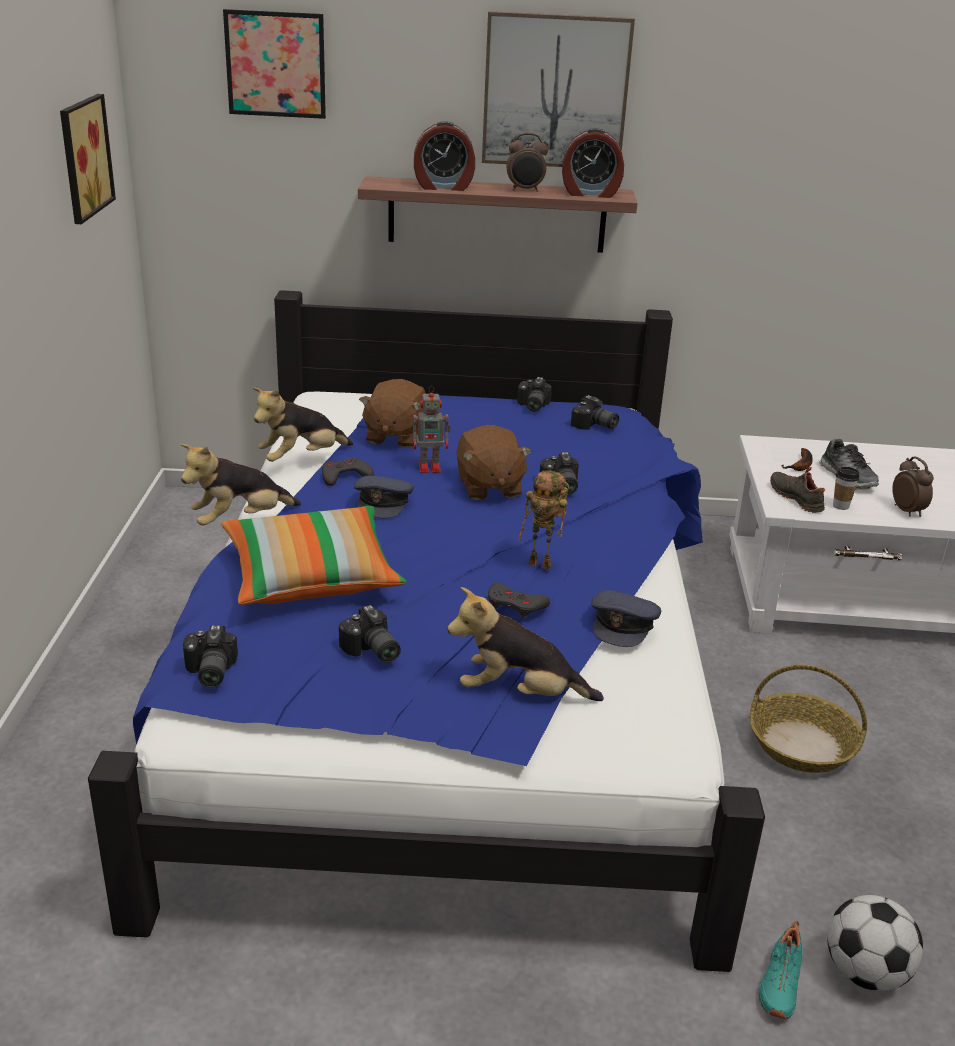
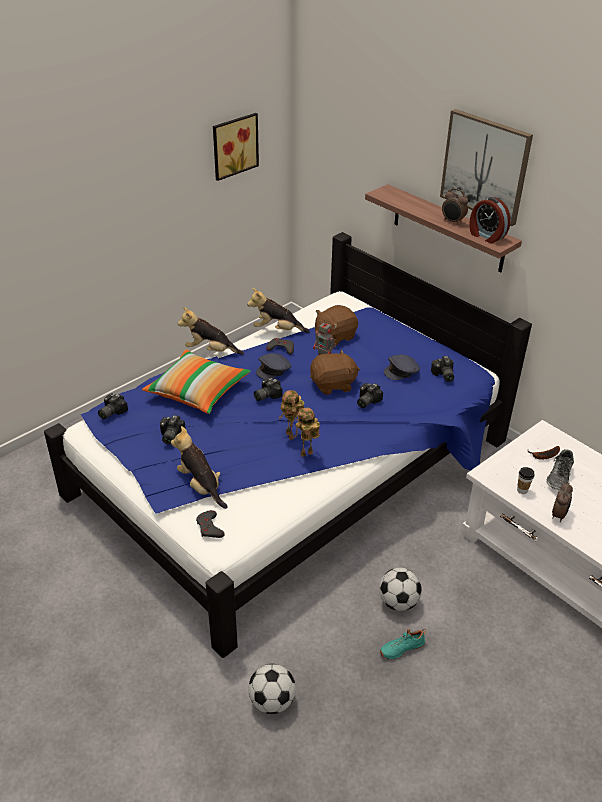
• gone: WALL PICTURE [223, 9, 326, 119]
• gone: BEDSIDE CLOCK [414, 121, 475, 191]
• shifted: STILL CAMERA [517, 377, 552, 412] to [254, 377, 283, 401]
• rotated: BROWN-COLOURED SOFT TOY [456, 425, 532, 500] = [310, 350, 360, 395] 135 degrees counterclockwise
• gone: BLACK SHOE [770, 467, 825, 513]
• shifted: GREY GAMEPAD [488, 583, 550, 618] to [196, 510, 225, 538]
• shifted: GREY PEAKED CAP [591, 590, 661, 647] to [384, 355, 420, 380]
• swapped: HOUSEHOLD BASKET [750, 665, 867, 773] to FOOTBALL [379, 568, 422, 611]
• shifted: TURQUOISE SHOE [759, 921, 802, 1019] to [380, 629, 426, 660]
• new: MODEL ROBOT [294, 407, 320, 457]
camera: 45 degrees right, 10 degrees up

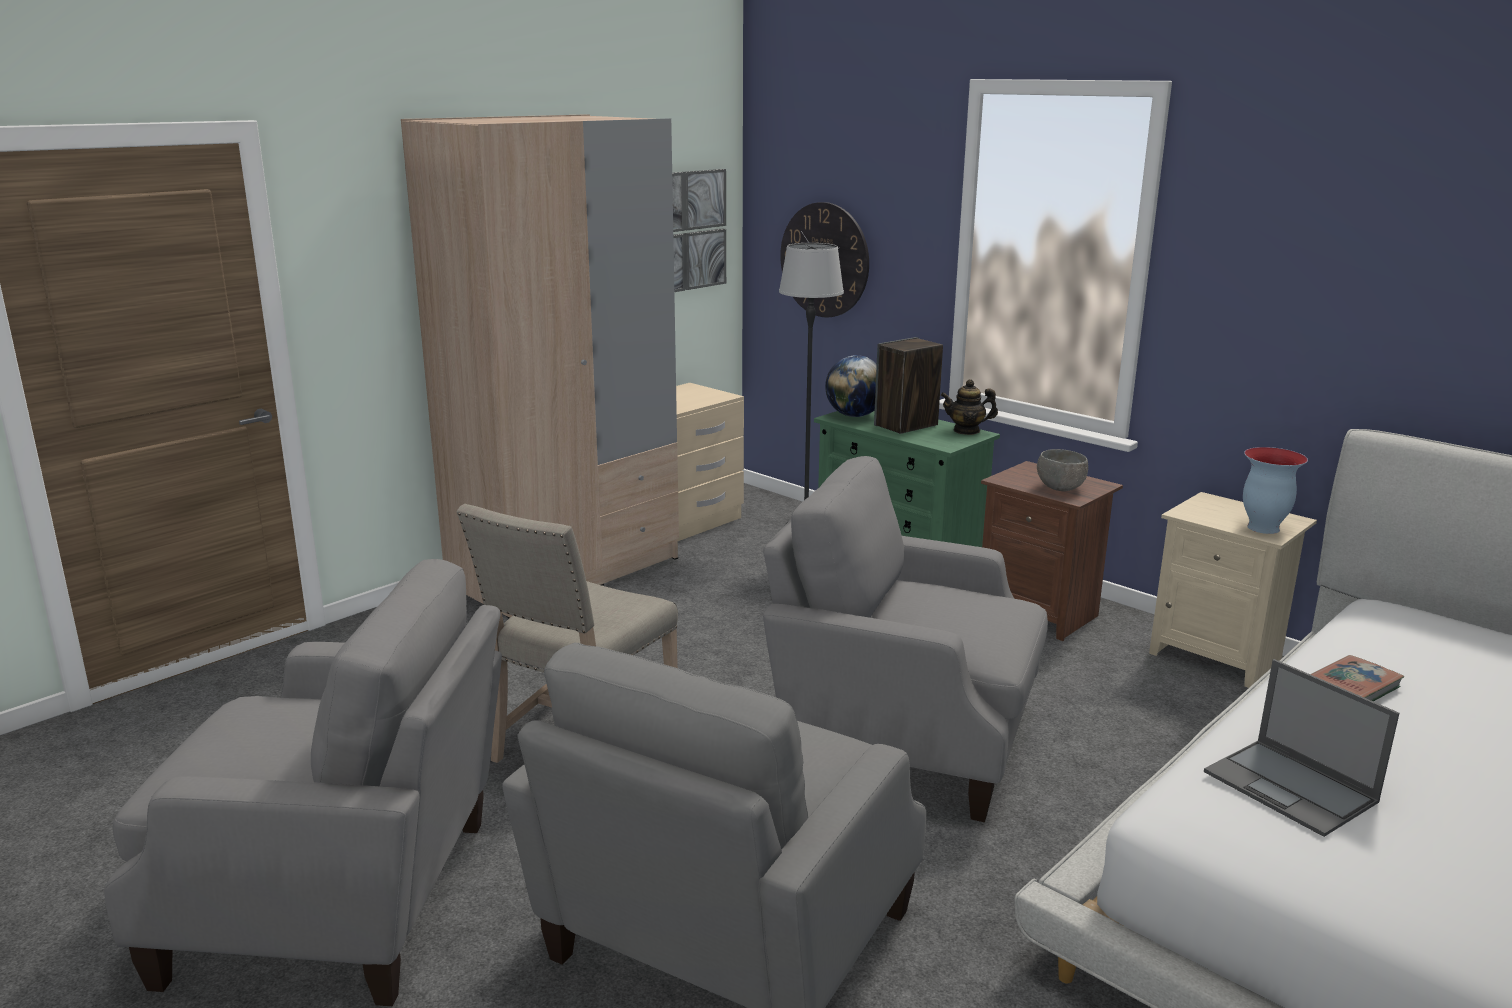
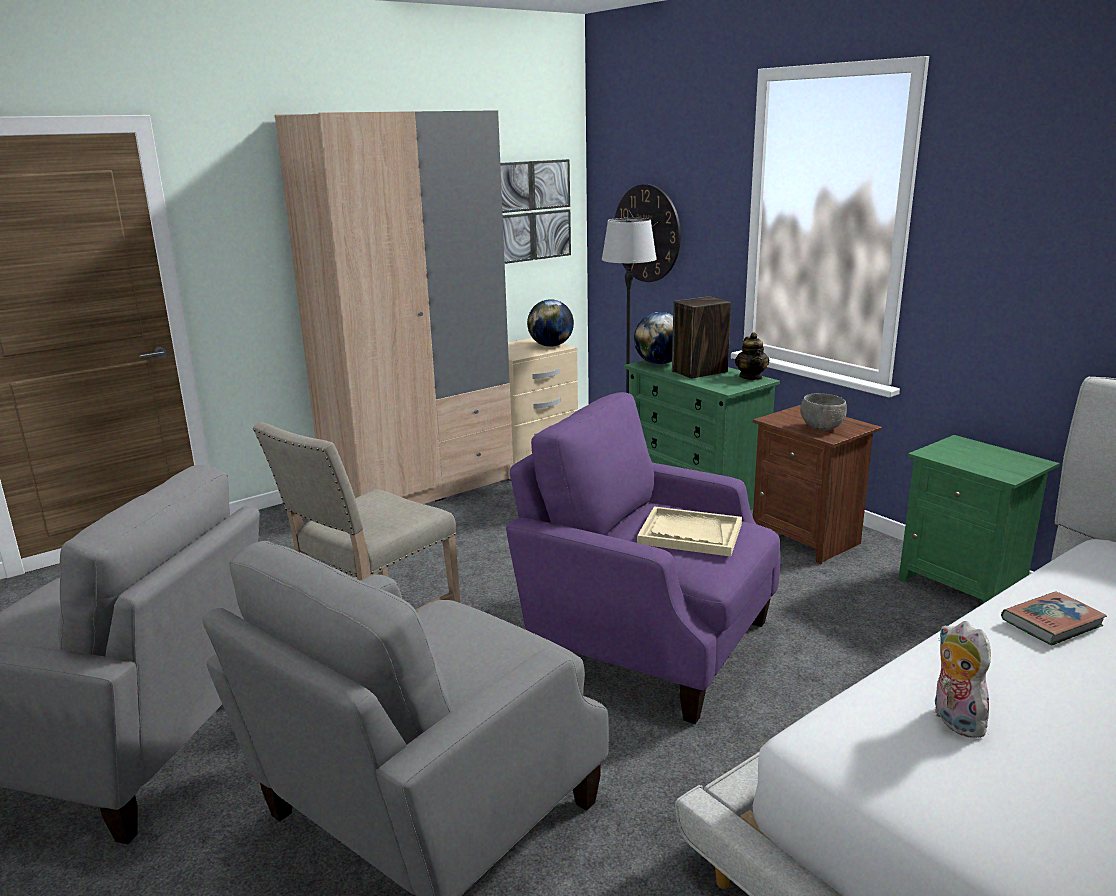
• rotated: TEA POT [940, 379, 998, 435] = [735, 332, 769, 380] 105 degrees counterclockwise
• gone: DECORATIVE VASE [1243, 447, 1308, 534]
• repainted: GREY LOUNGE CHAIR [763, 456, 1048, 822] to PURPLE-COLOURED LOUNGE CHAIR [506, 392, 781, 724]
• repainted: SAND-COLOURED NIGHT TABLE [1149, 492, 1317, 688] to GREEN NIGHT TABLE [898, 435, 1060, 604]
• swapped: PORTABLE COMPUTER [1204, 659, 1399, 837] to SOFT TOY [935, 621, 991, 738]
• new: DESK GLOBE [527, 299, 574, 347]
• new: SAND-COLOURED TRAY [637, 506, 742, 557]
camera: 10 degrees right, 0 degrees up

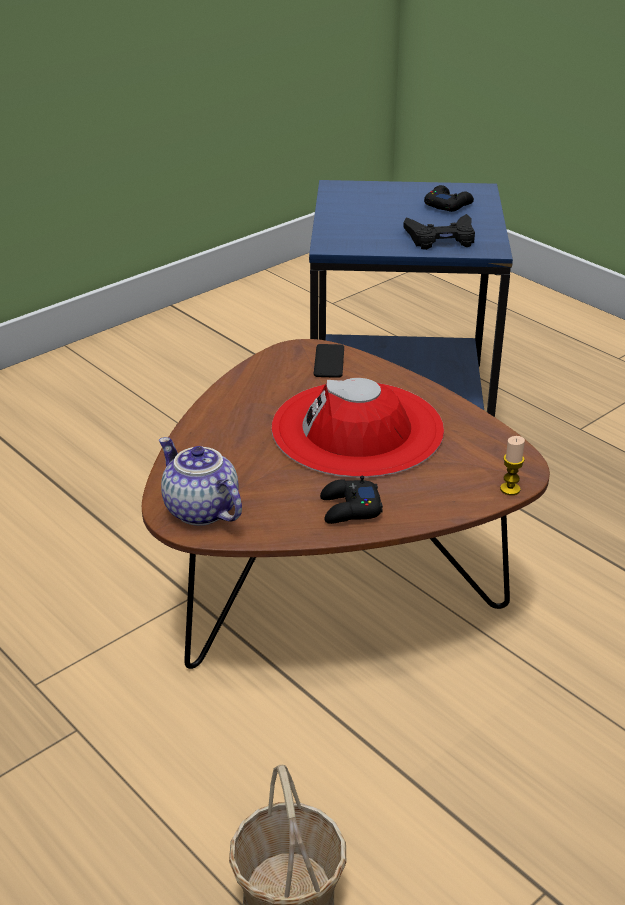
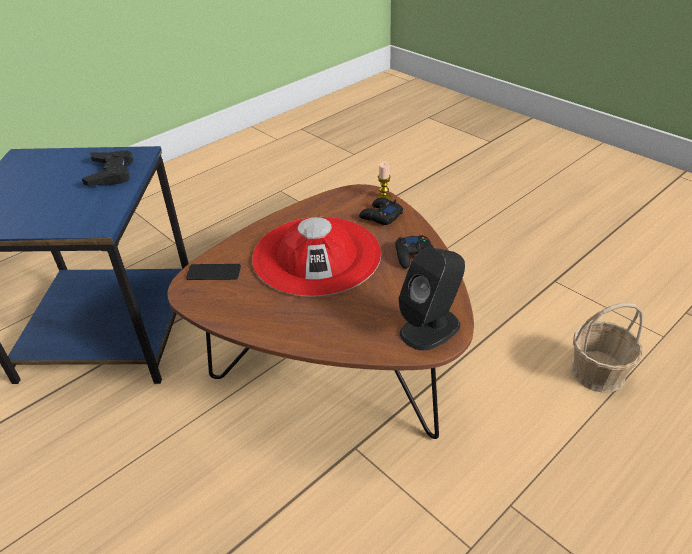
• shifted: BLACK GAMEPAD [424, 185, 474, 212] to [359, 197, 403, 225]
• swapped: TEA POT [159, 437, 242, 526] to BLACK AUDIO SPEAKER [399, 247, 465, 351]
camera: 90 degrees left, 5 degrees up

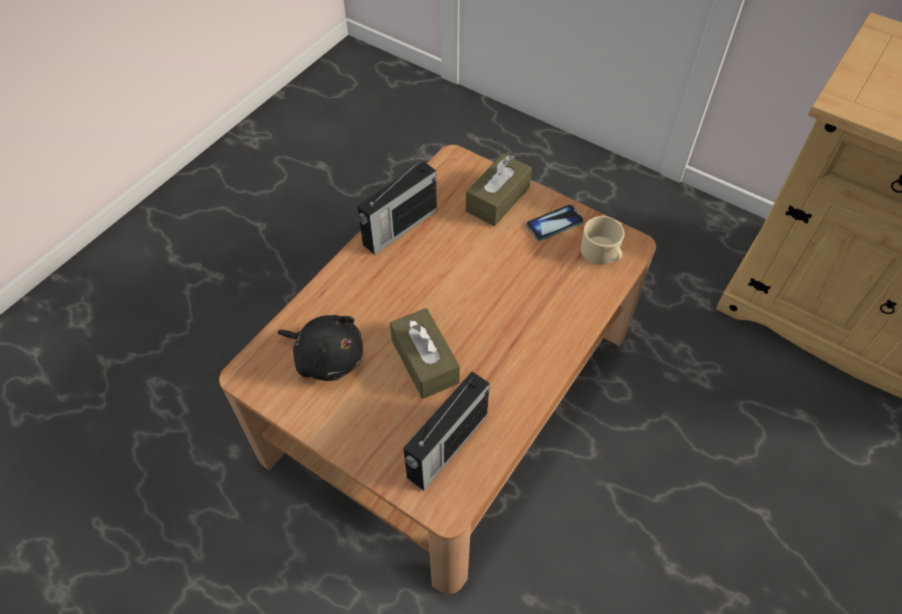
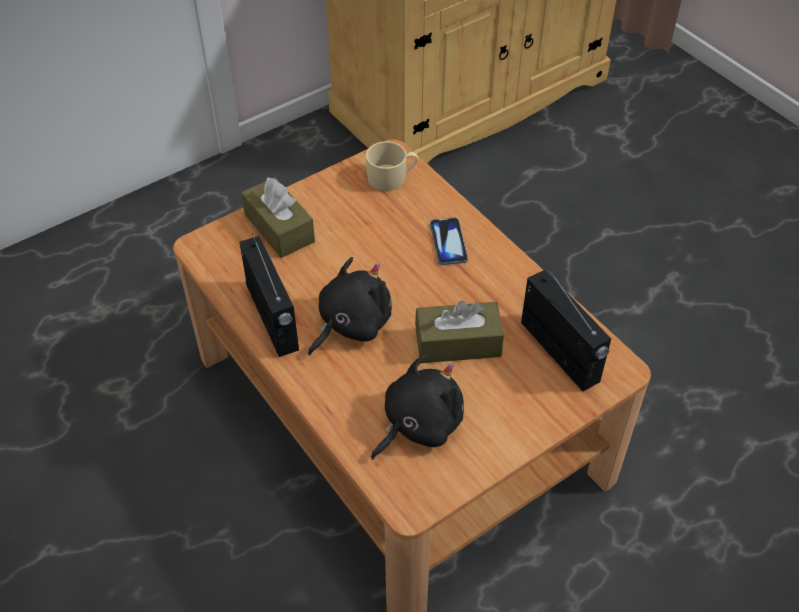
• shifted: HANDSET [526, 204, 584, 241] to [430, 218, 468, 265]
• new: BLACK SOFT TOY [308, 257, 392, 356]
camera: 70 degrees left, 5 degrees down

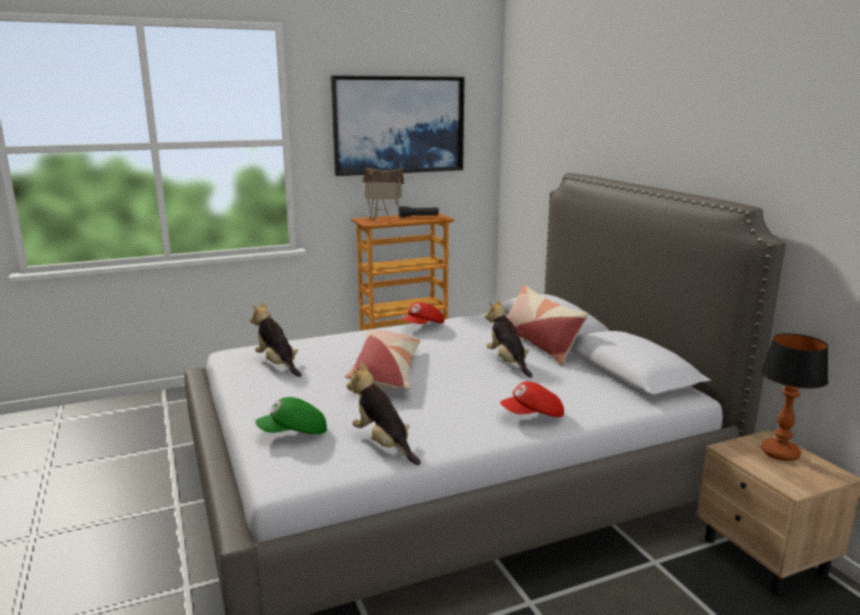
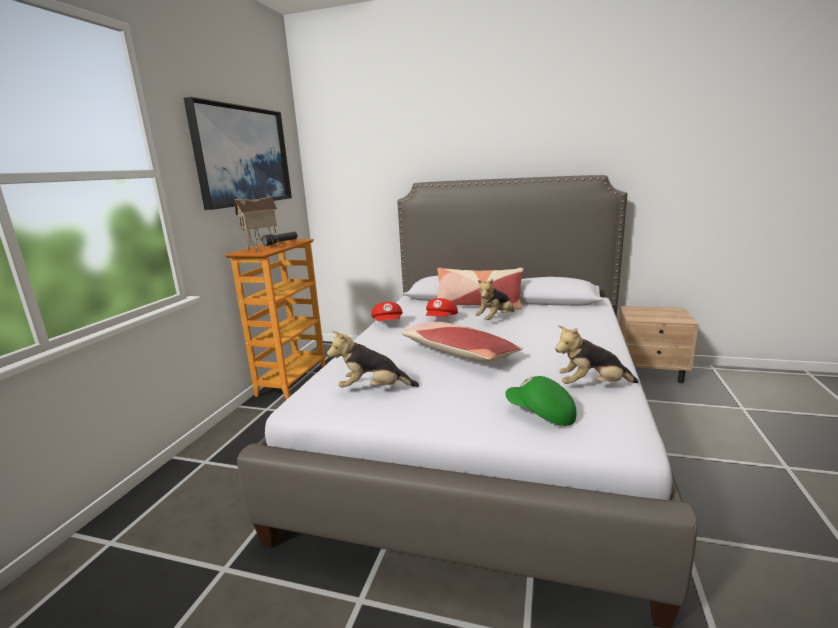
• rotated: SOFT TOY [485, 300, 533, 378] = [475, 279, 514, 320] 60 degrees counterclockwise
• gone: TABLETOP LAMP [761, 333, 828, 461]
• shifted: REDDISH PEAKED CAP [500, 381, 564, 417] to [426, 298, 458, 317]
• rotated: GREEN PEAKED CAP [255, 397, 327, 434] = [505, 376, 576, 426] 105 degrees clockwise
camera: 50 degrees left, 0 degrees up

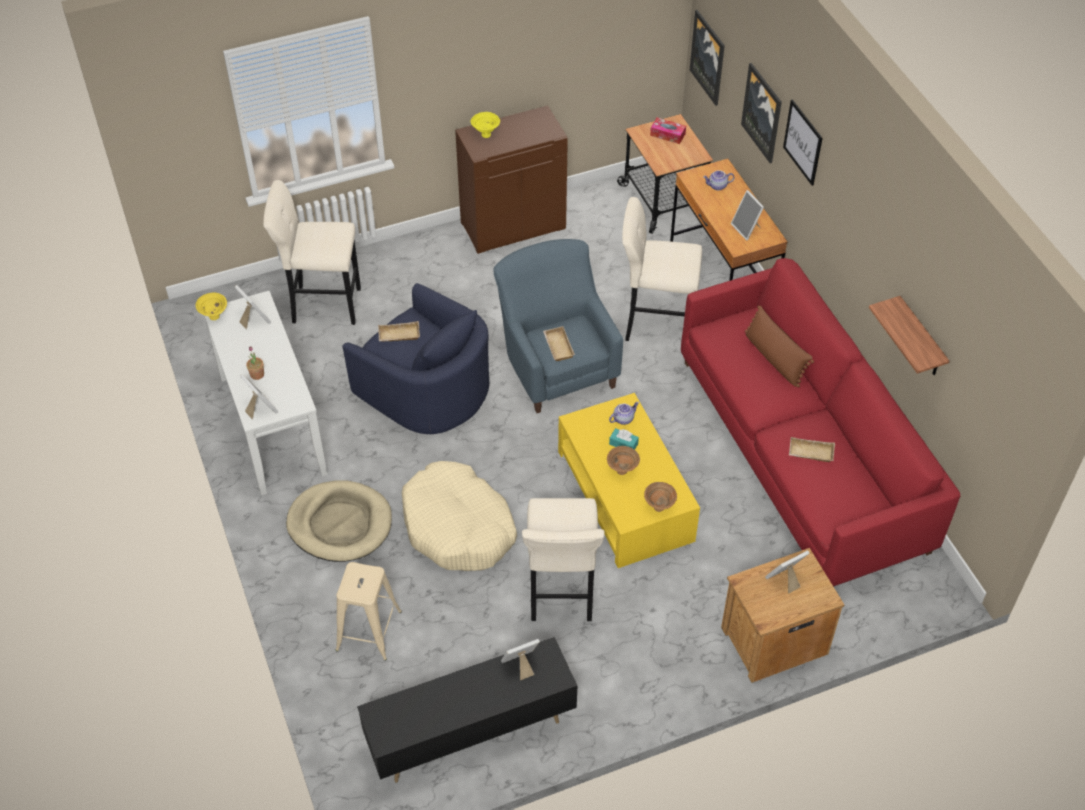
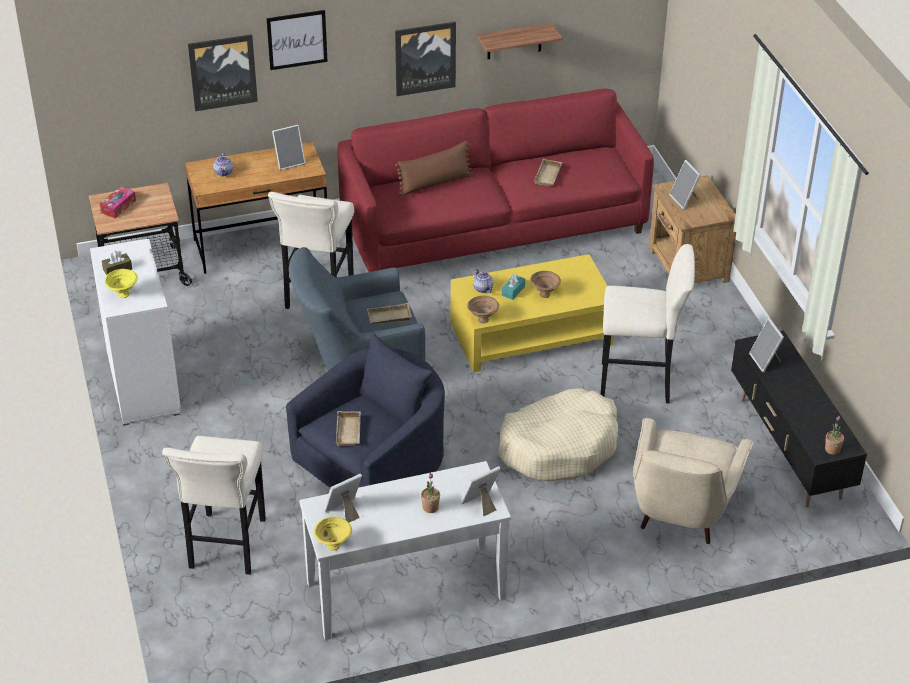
• shifted: WALL PICTURE [690, 10, 725, 106] to [395, 22, 456, 96]
• repainted: BROWN-COLOURED CABINET [455, 106, 568, 254] to WHITE CABINET [90, 239, 181, 426]
• gone: SAND-COLOURED DOG CUSHION [286, 480, 392, 562]
• shifted: BROWN-COLOURED DEEP DISH [644, 482, 677, 512] to [467, 296, 499, 323]
• swapped: SAND-COLOURED STOOL [336, 562, 402, 661] to SAND-COLOURED LOUNGE CHAIR [633, 418, 755, 544]
• new: BROWN-COLOURED TISSUE BOX [102, 251, 132, 275]
• new: PLANT IN A POT [825, 416, 844, 455]
camera: 85 degrees left, 10 degrees down

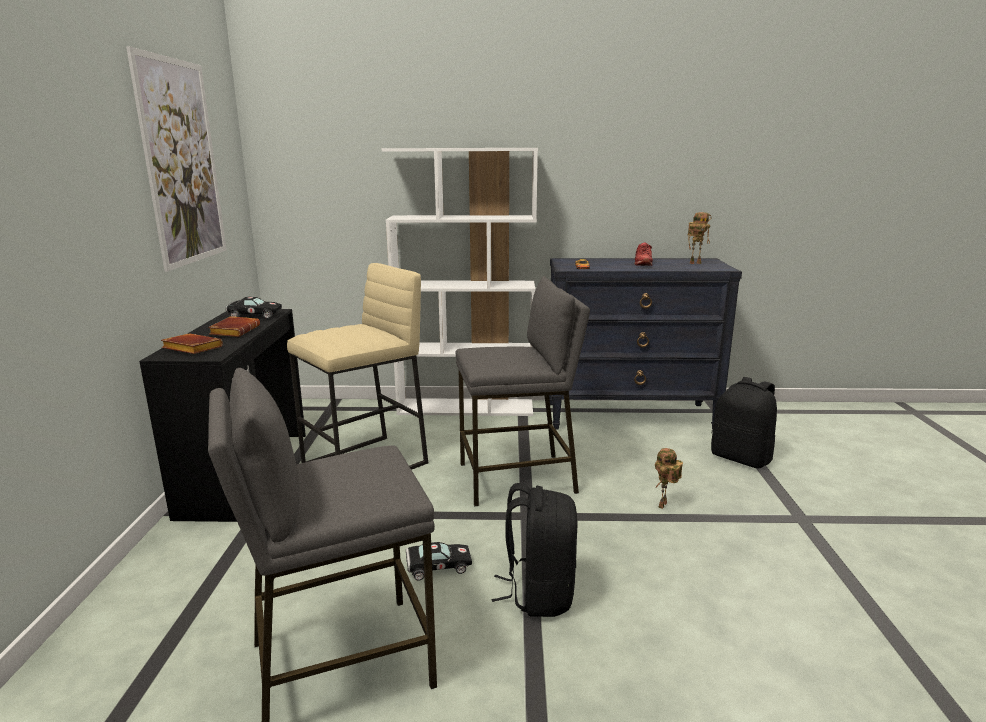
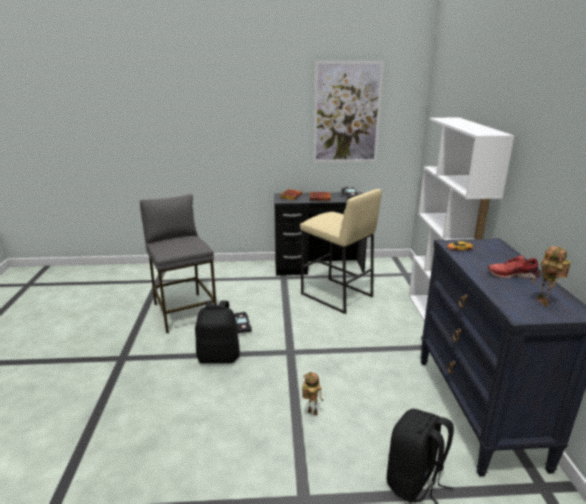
• gone: GREY STOOL [456, 276, 590, 506]
camera: 85 degrees right, 5 degrees up

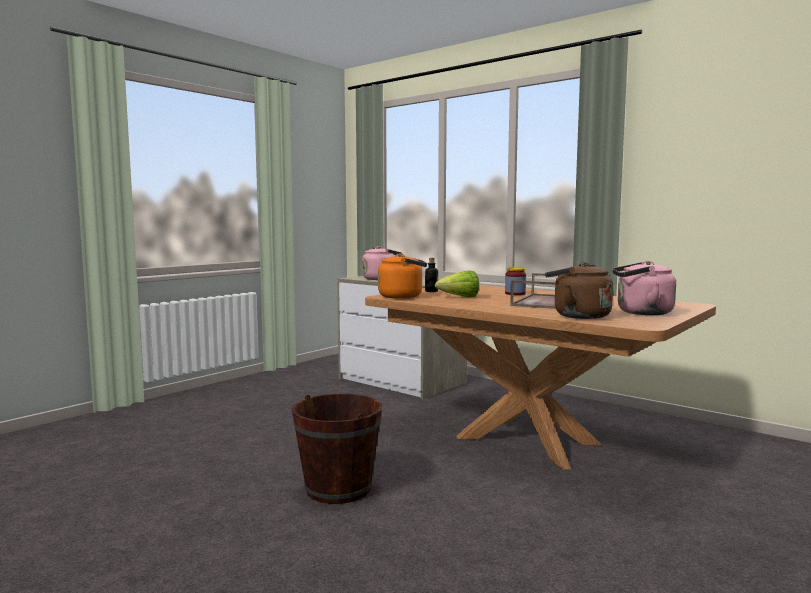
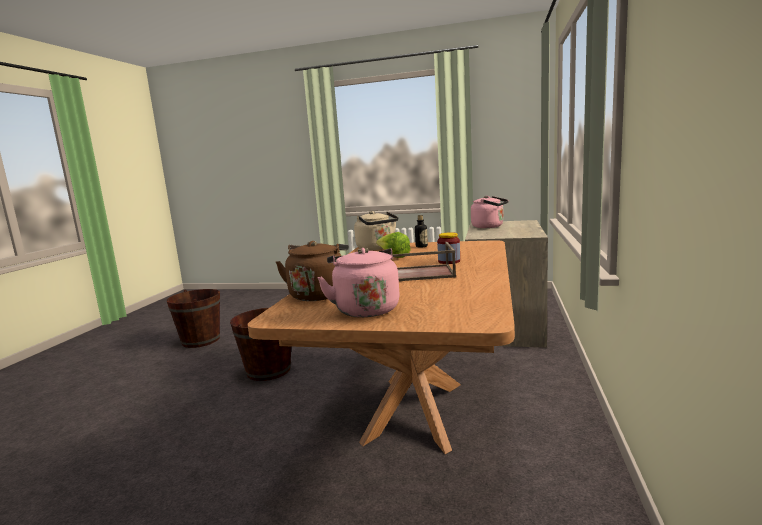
• repainted: ORANGEY WATER KETTLE [378, 253, 427, 299] to SAND-COLOURED WATER KETTLE [354, 211, 399, 250]
• new: BROWN-COLOURED PAIL [167, 289, 220, 348]
camera: 65 degrees right, 5 degrees up

